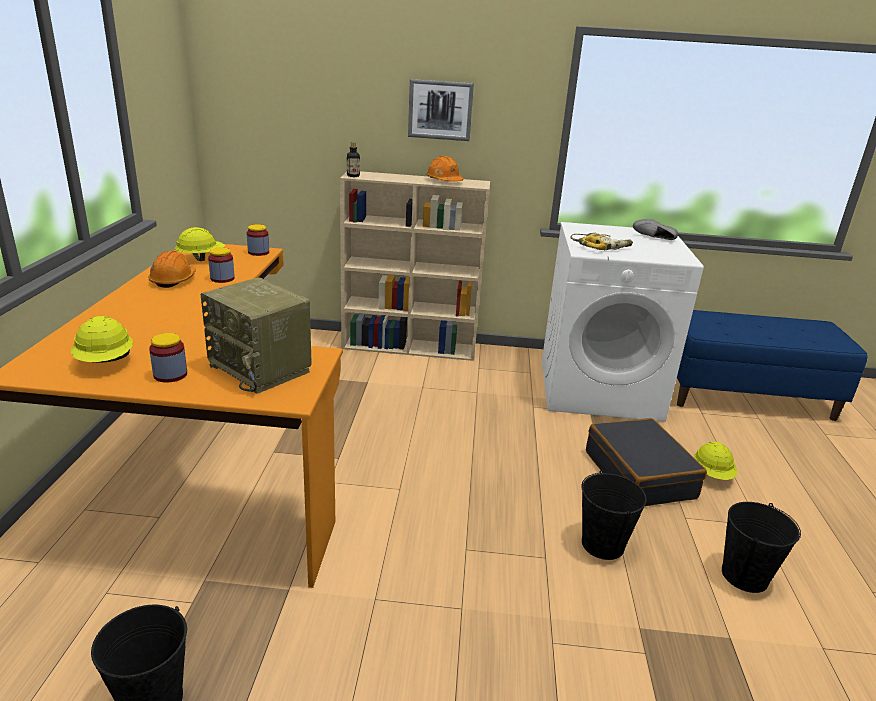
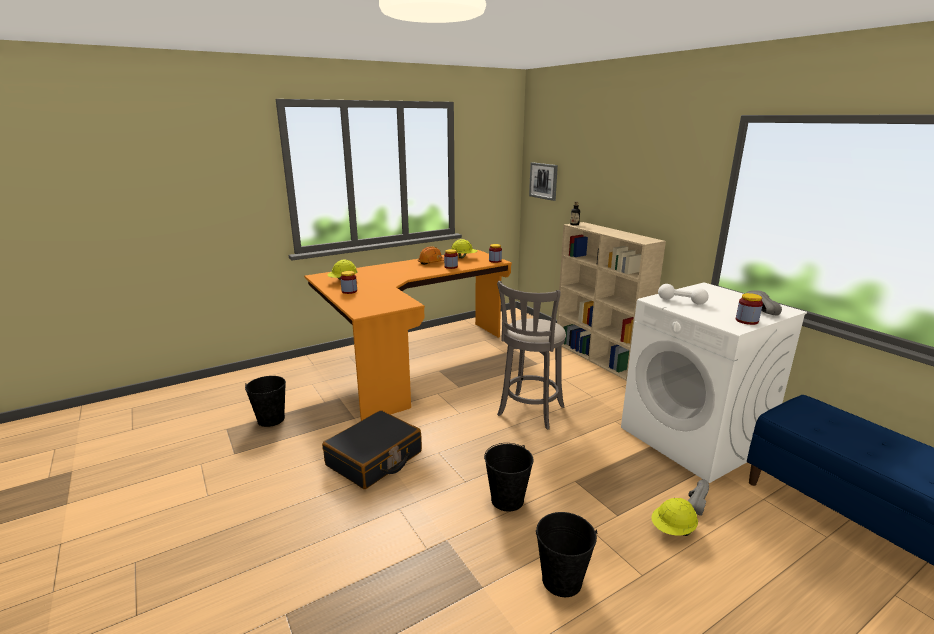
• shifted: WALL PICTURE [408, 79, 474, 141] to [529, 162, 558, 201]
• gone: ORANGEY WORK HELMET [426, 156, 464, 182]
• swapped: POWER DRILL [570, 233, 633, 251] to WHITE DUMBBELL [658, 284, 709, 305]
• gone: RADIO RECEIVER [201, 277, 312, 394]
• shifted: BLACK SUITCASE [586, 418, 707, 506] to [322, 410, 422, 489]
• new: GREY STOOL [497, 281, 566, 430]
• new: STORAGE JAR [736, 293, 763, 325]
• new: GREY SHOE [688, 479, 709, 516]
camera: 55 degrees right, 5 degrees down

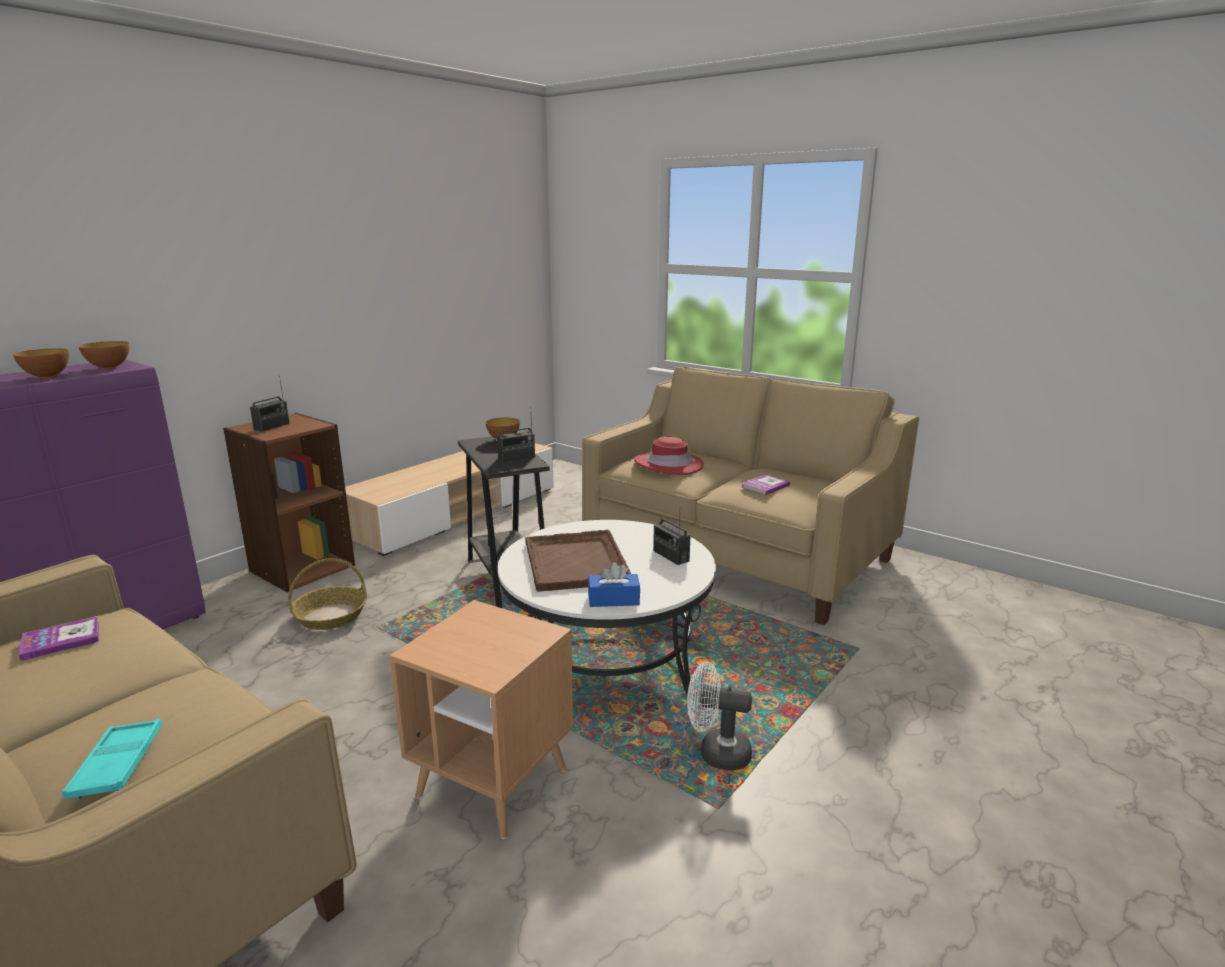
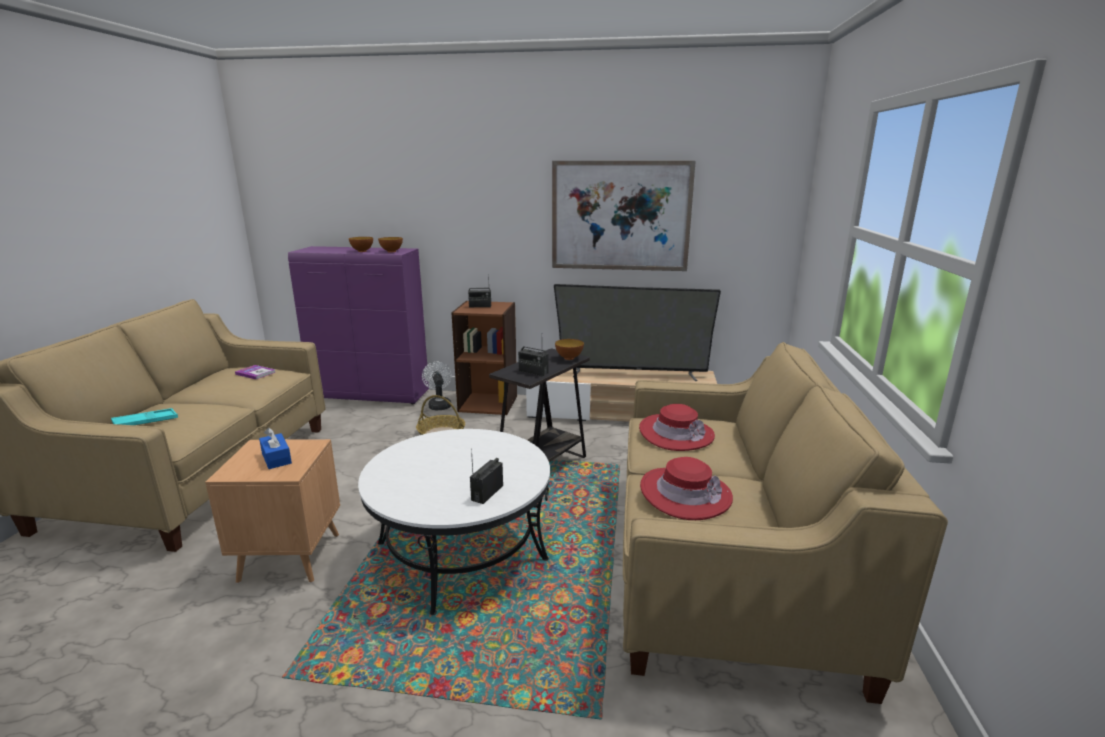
• swapped: VOLUME [741, 475, 790, 495] to REDDISH CLOTHING HAT [640, 457, 733, 520]
• gone: BROWN-COLOURED TRAY [525, 530, 631, 592]
• shifted: BLUE-COLOURED TISSUE BOX [588, 562, 640, 607] to [259, 428, 292, 469]
• shifted: WHITE ELECTRIC FAN [687, 662, 752, 770] to [422, 362, 452, 410]
• new: WALL PICTURE [552, 161, 696, 271]
• new: TV [554, 284, 721, 381]
camera: 60 degrees right, 0 degrees up

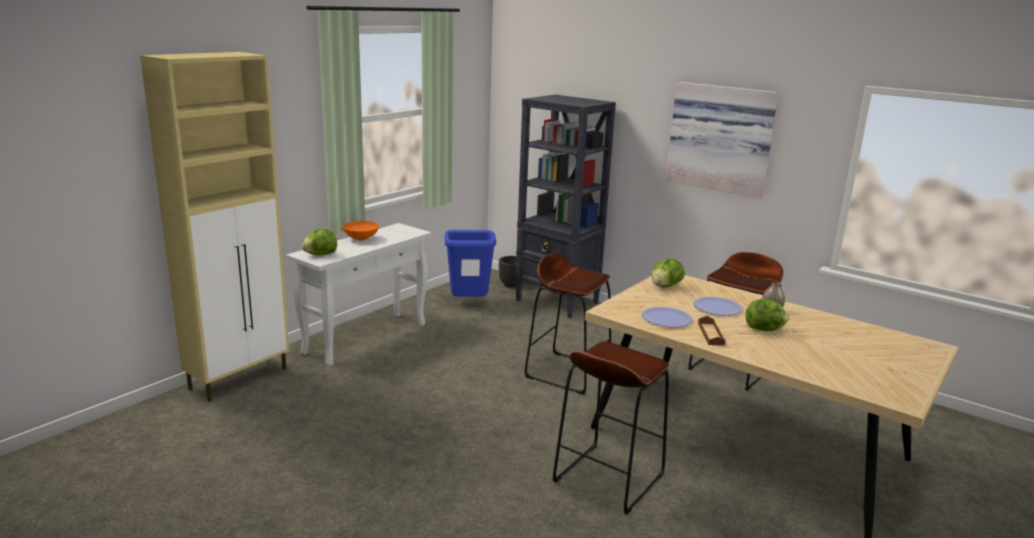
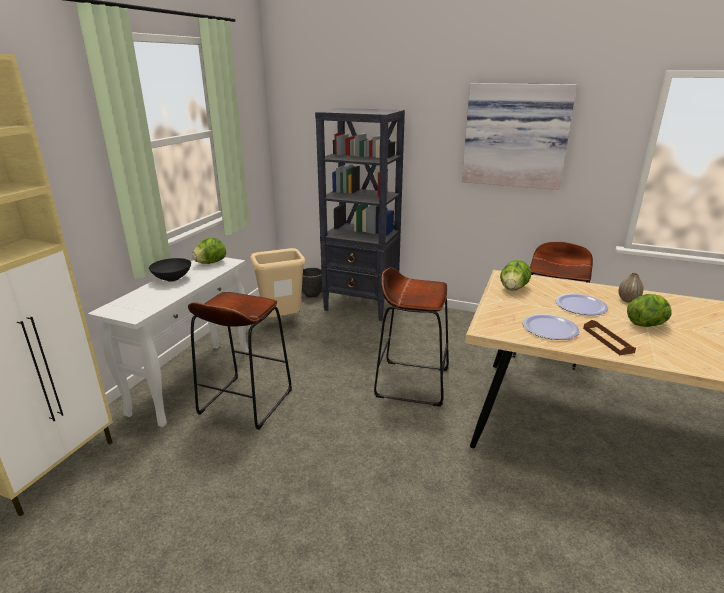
• repainted: ORANGEY DEEP DISH [343, 221, 379, 241] to BLACK DEEP DISH [149, 258, 191, 282]
• shifted: LETTUCE [302, 229, 337, 255] to [192, 237, 226, 264]
• repainted: BLUE-COLOURED WASTE BIN [445, 230, 496, 297] to SAND-COLOURED WASTE BIN [250, 248, 305, 317]
• shifted: BROWN-COLOURED STOOL [552, 341, 669, 515] to [188, 292, 292, 430]
camera: 15 degrees left, 5 degrees up

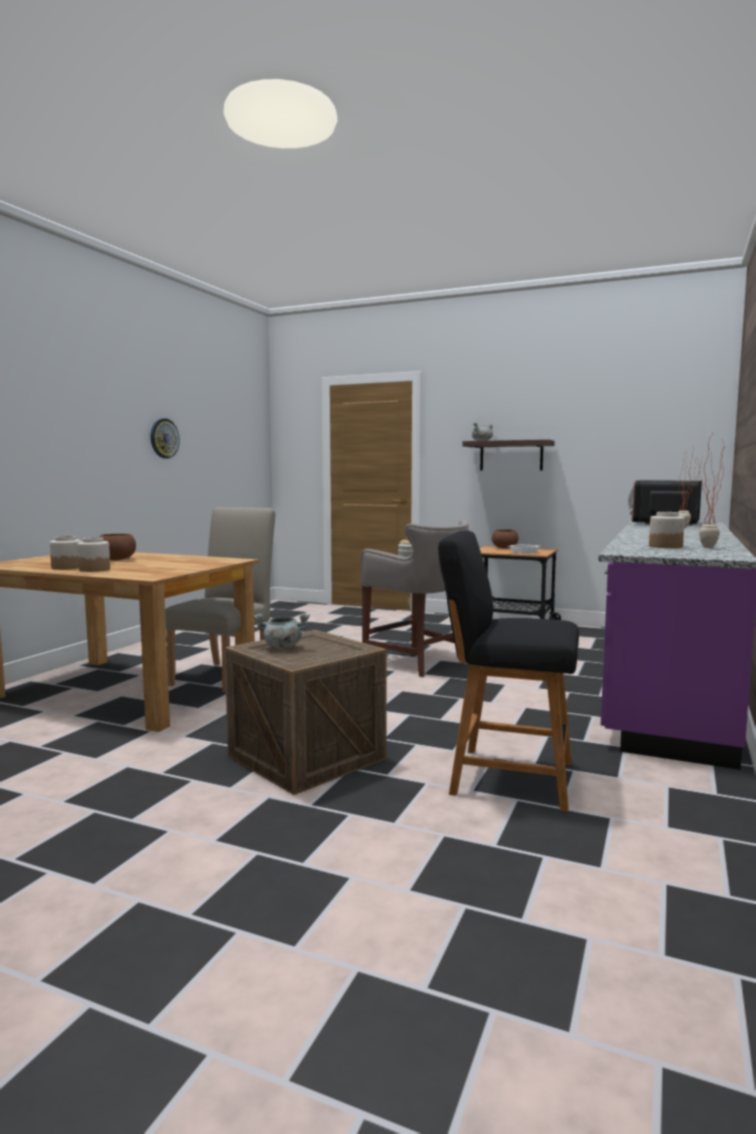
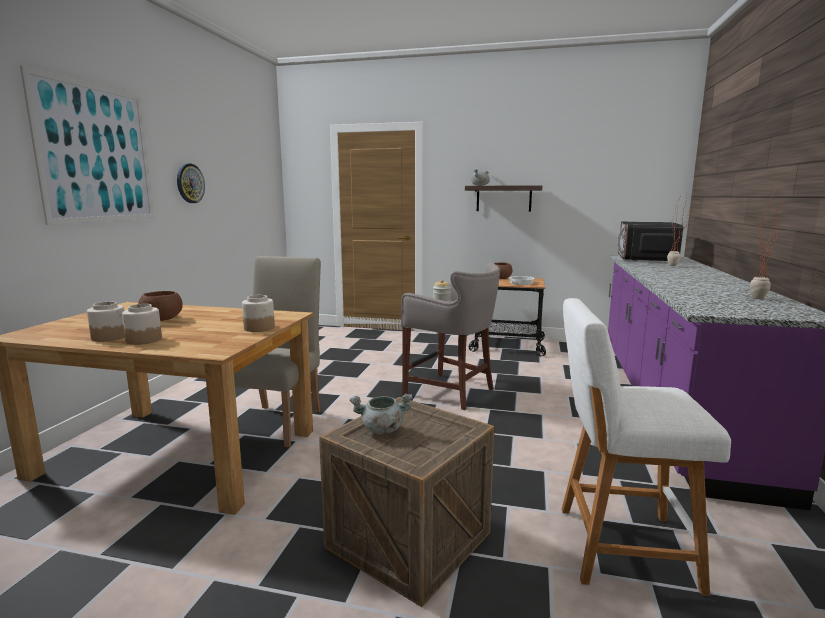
• shifted: STORAGE JAR [649, 512, 685, 548] to [242, 295, 275, 332]
• repainted: BLACK STOOL [438, 531, 579, 812] to WHITE STOOL [561, 298, 731, 596]
• new: WALL PICTURE [20, 65, 154, 225]
camera: 10 degrees left, 5 degrees up

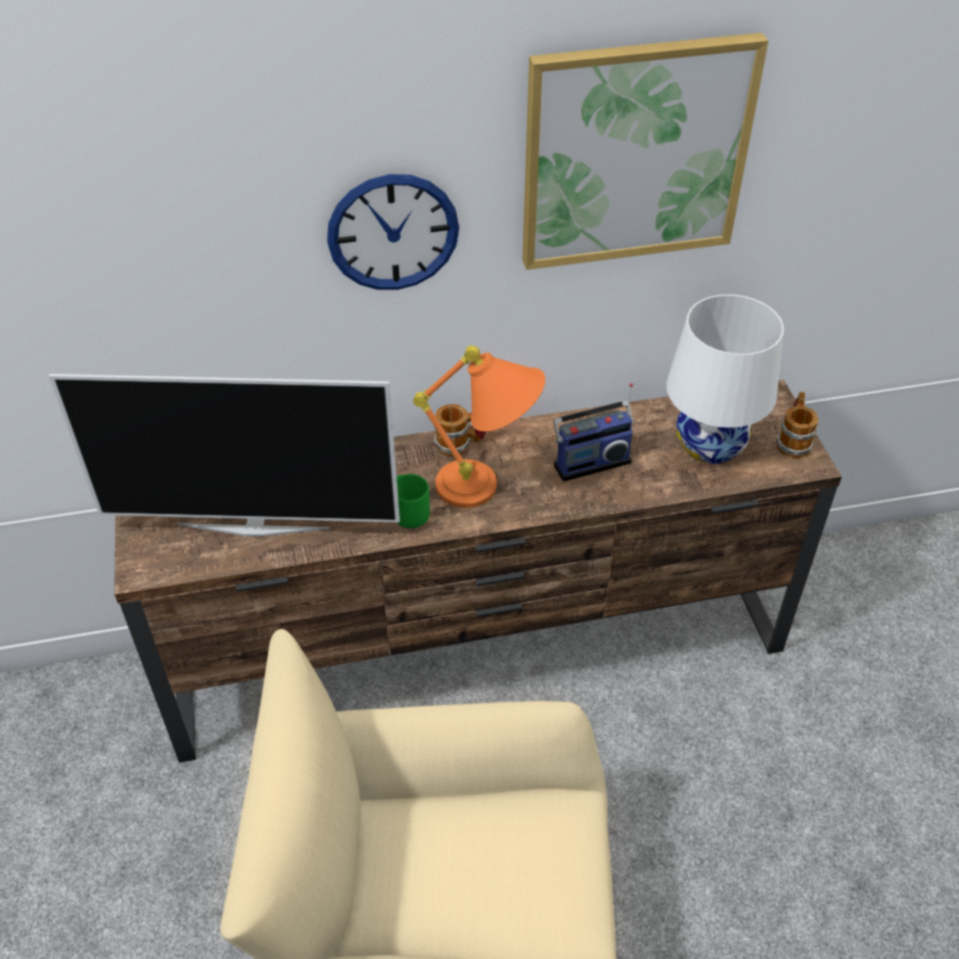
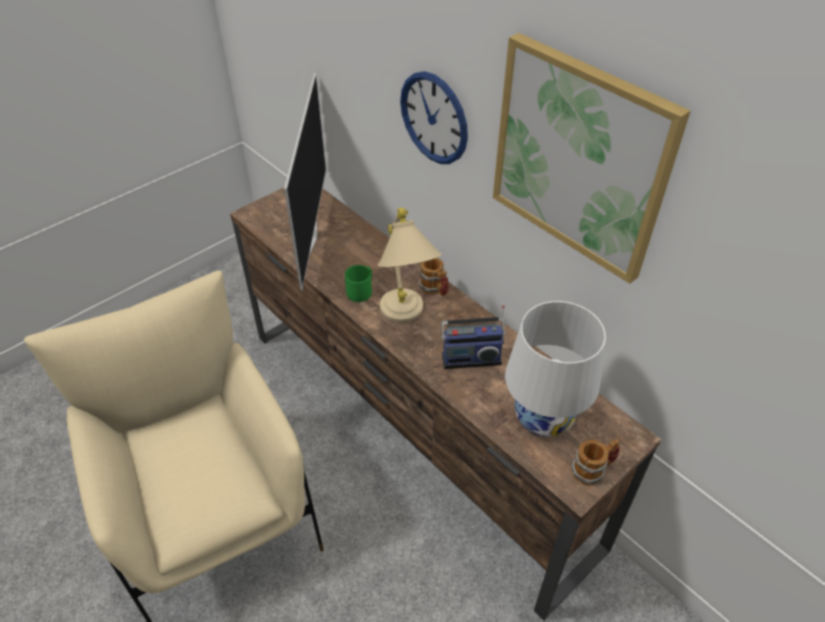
• repainted: ORANGEY TABLETOP LAMP [413, 346, 545, 508] to SAND-COLOURED TABLETOP LAMP [378, 207, 442, 322]
• rotated: TV [49, 374, 400, 536] = [284, 73, 326, 290] 150 degrees counterclockwise
• rotated: RADIO RECEIVER [553, 383, 634, 482] = [441, 305, 506, 369] 45 degrees counterclockwise
camera: 60 degrees right, 0 degrees up

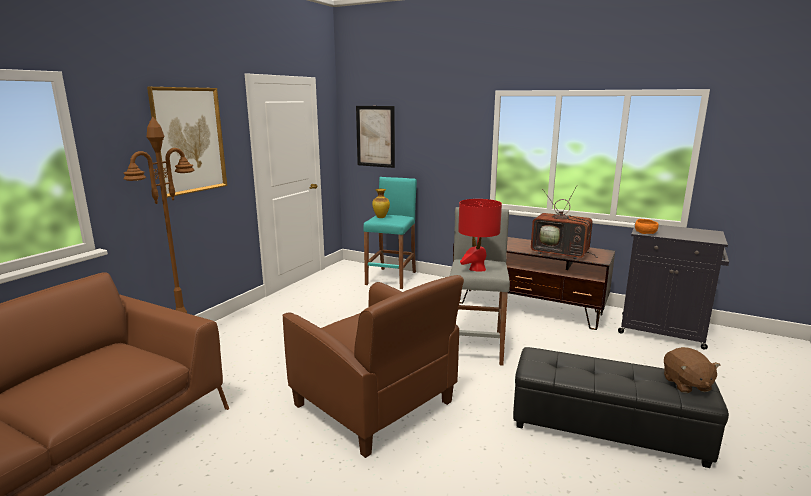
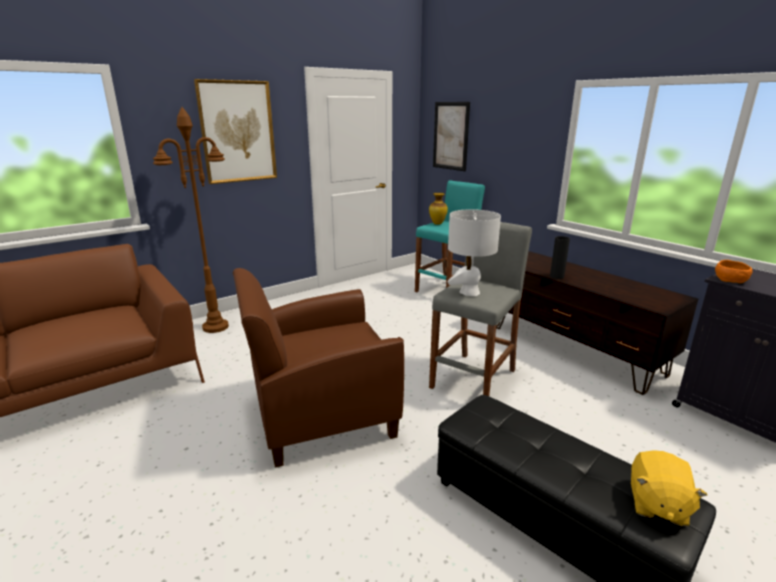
• gone: TV [531, 185, 598, 259]
• repainted: REDDISH TABLETOP LAMP [458, 199, 502, 272] to WHITE TABLETOP LAMP [447, 209, 501, 296]
• rotated: BROWN-COLOURED LOUNGE CHAIR [282, 275, 464, 458] = [233, 268, 404, 468] 90 degrees clockwise
• repainted: BROWN-COLOURED SOFT TOY [664, 347, 720, 393] to YELLOW SOFT TOY [631, 450, 707, 526]
• new: BLACK DECORATIVE VASE [550, 236, 570, 279]
camera: 25 degrees right, 5 degrees up

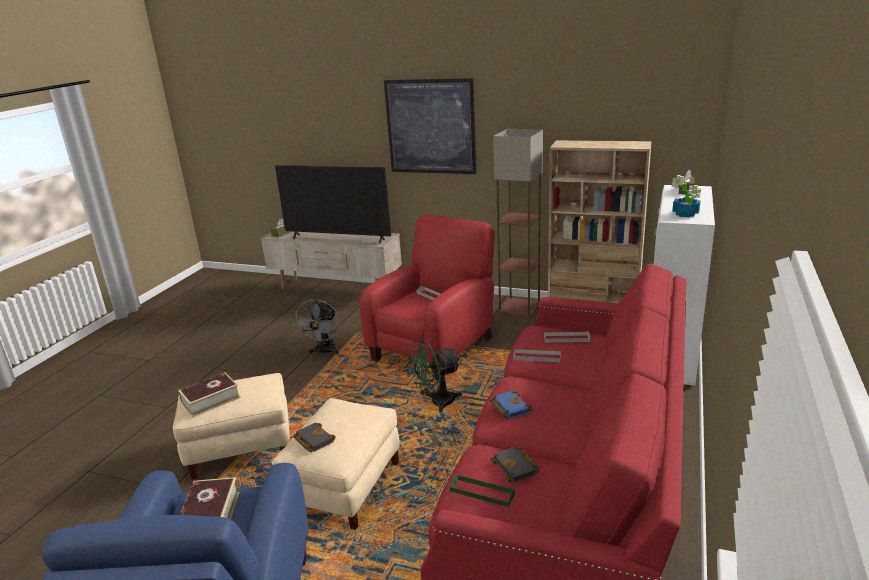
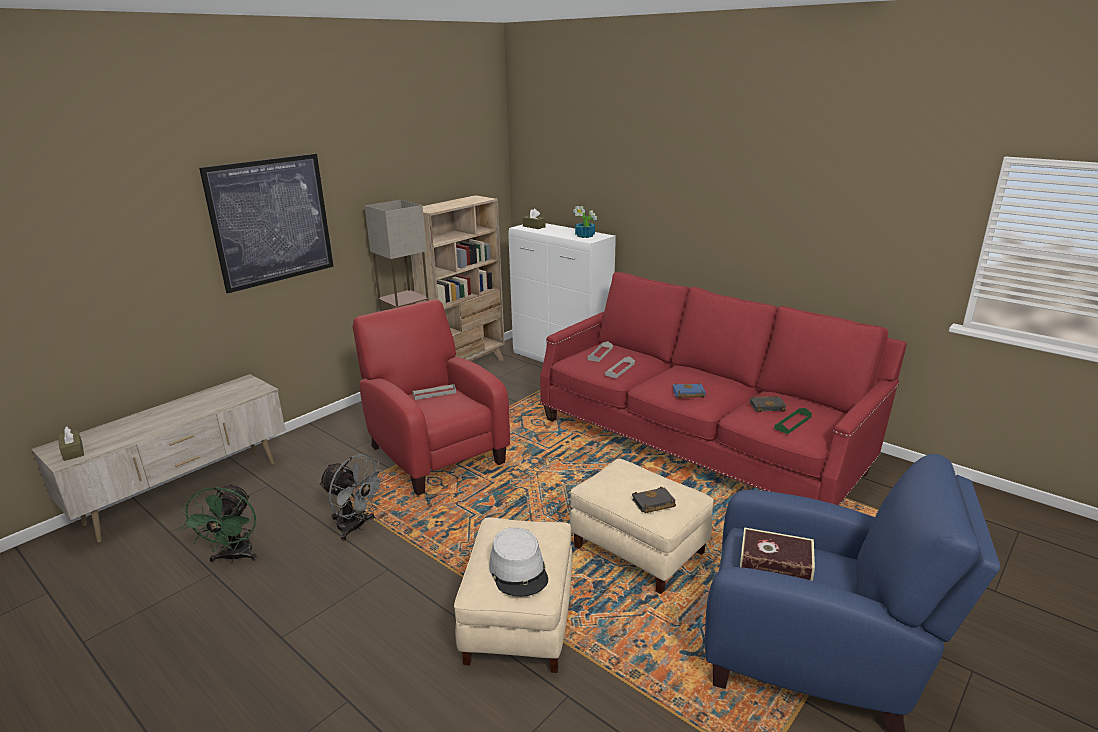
• gone: TV [275, 165, 391, 244]
• shifted: GREEN ELECTRIC FAN [408, 340, 462, 413] to [181, 483, 257, 564]
• swapped: VOLUME [178, 372, 241, 417] to GREY CLOTHING HAT [489, 527, 548, 597]
camera: 70 degrees left, 0 degrees up

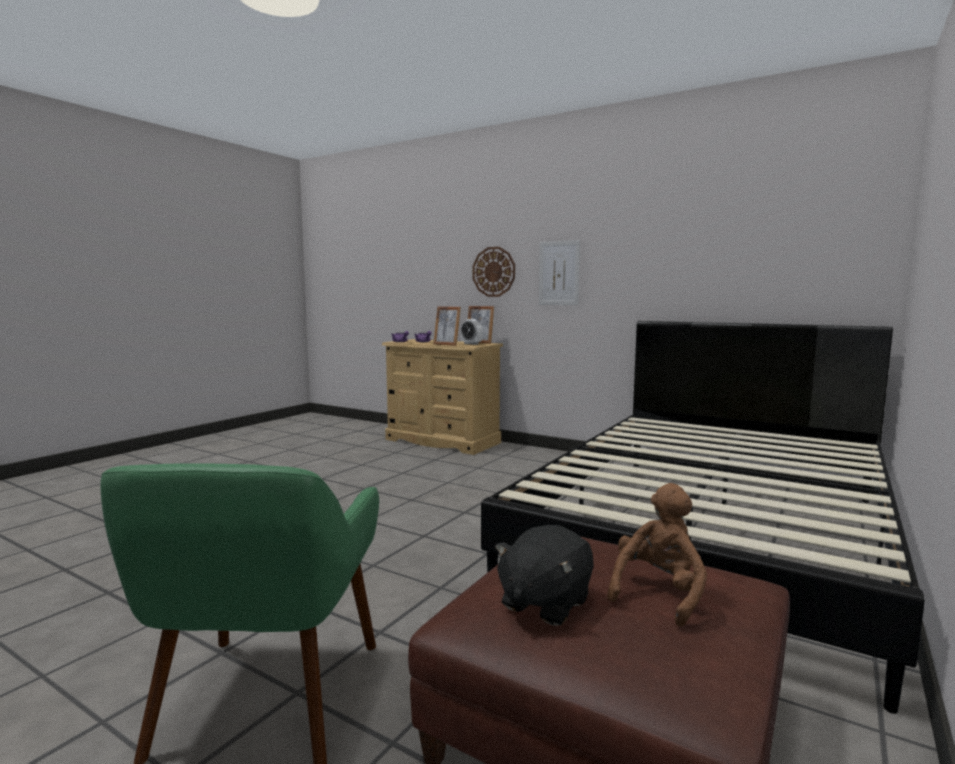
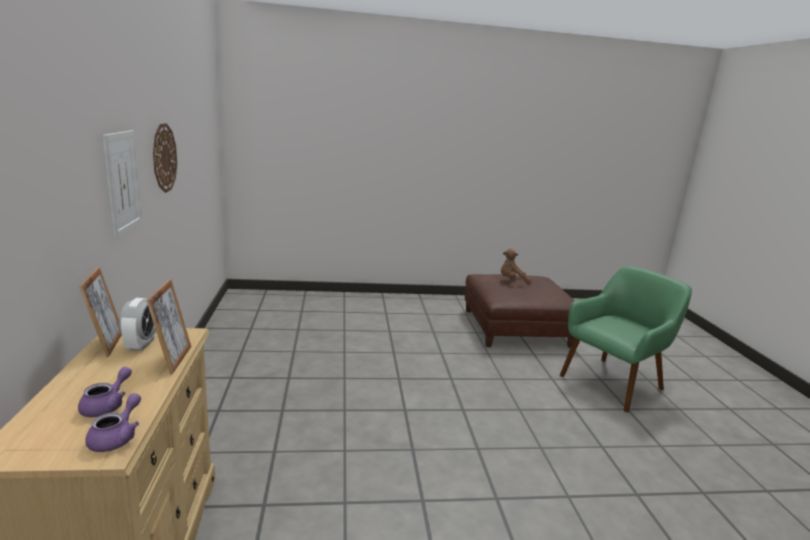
• shifted: WALL CLOCK [473, 247, 515, 297] to [153, 123, 177, 193]
• gone: BLACK BED [481, 321, 925, 714]
• gone: BLACK SOFT TOY [495, 525, 594, 626]
camera: 130 degrees left, 10 degrees up

